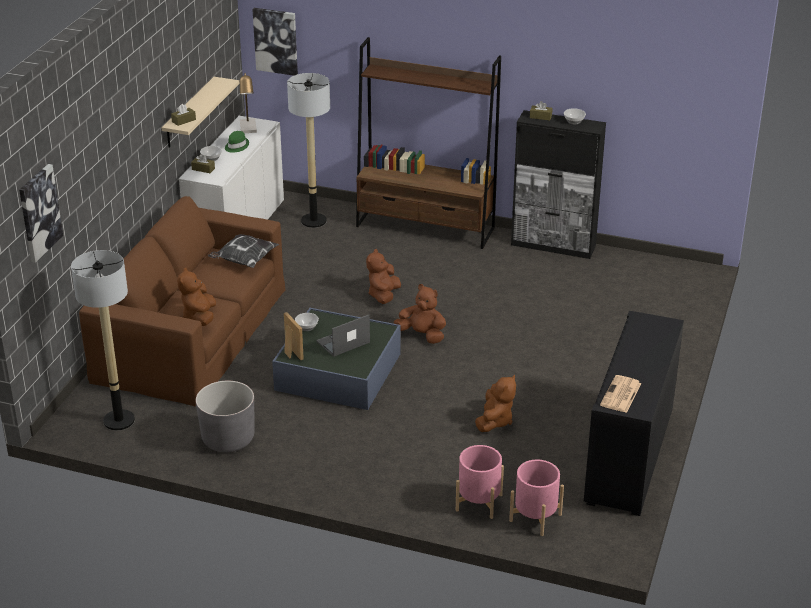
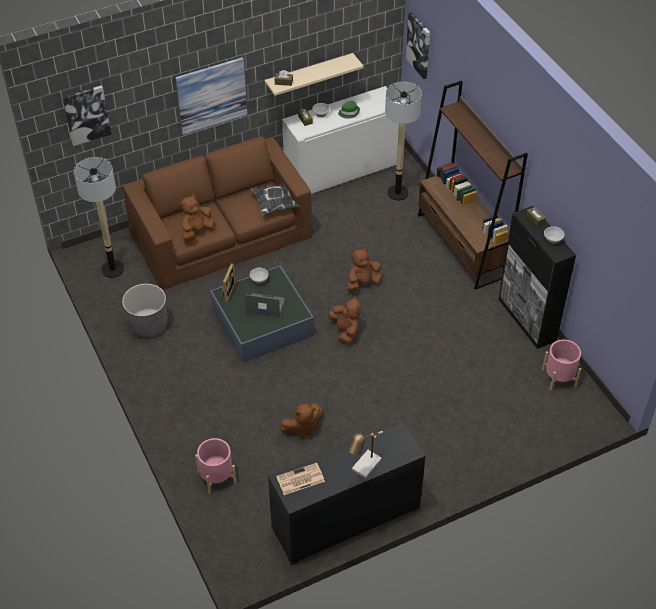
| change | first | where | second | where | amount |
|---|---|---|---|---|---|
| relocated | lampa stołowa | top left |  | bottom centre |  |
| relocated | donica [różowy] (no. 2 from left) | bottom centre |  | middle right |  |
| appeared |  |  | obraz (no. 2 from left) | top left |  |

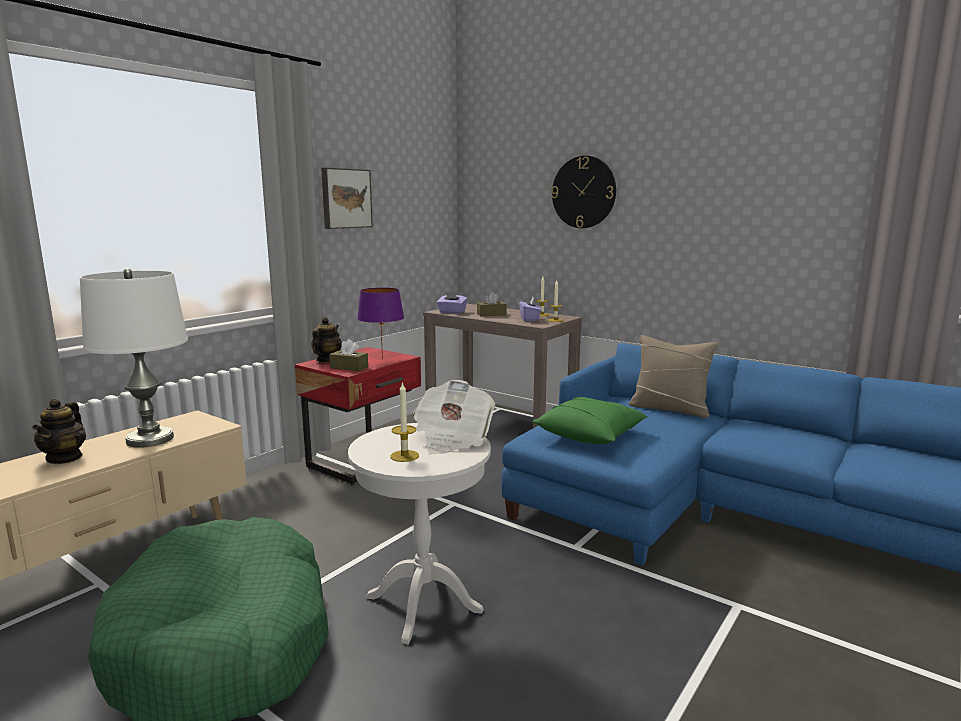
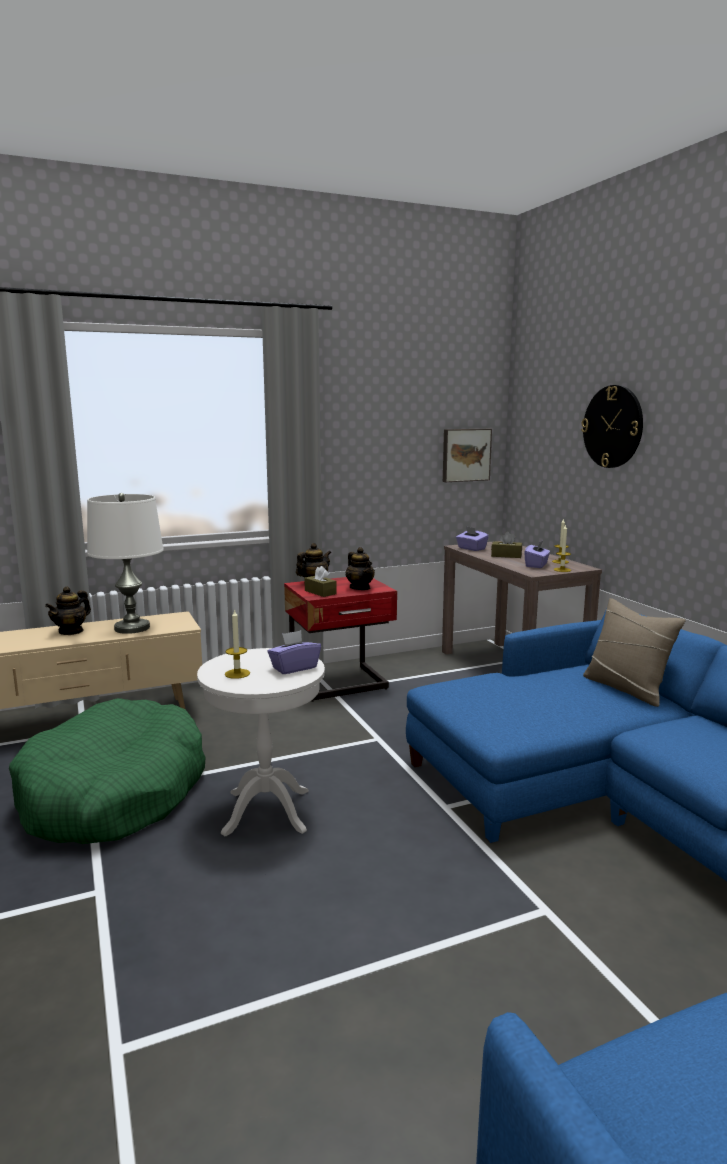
| change | first | where | second | where | amount |
|---|---|---|---|---|---|
| relocated | obraz | top centre |  | centre |  |
| exchanged | lampa stołowa [fioletowy] | centre | imbryk (no. 3 from left) | centre |  |
| exchanged | gazeta | centre | pudełko chusteczek [fioletowy] (no. 1 from left) | centre |  |
| missing | poduszka [zielony] | centre |  |  |  |

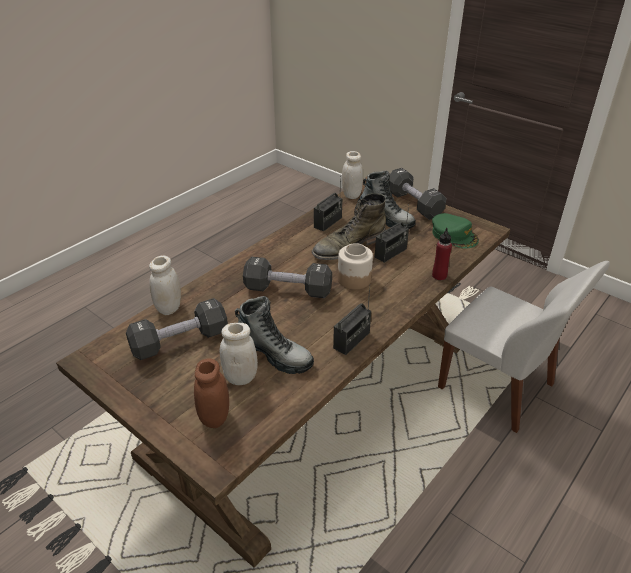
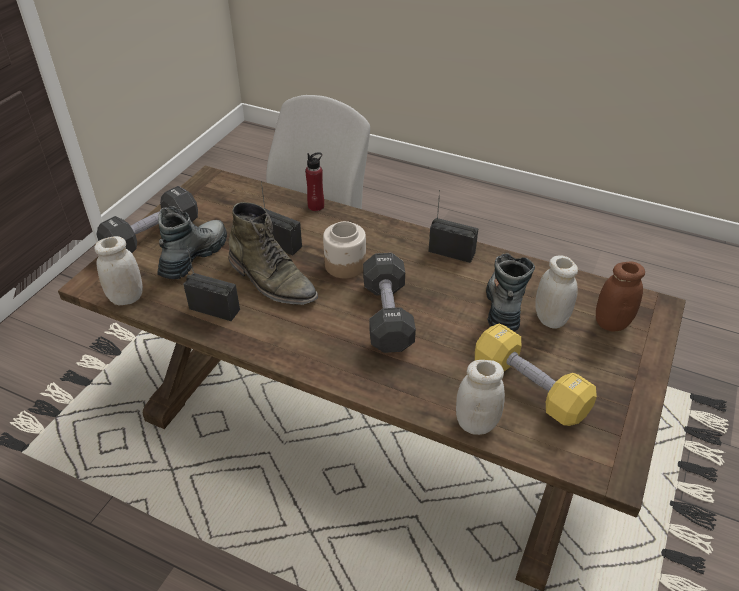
| change | first | where | second | where | amount |
|---|---|---|---|---|---|
| missing | czapka z daszkiem [zielony] | middle right |  |  |  |
| colour | hantel [czarny] (no. 1 from left) | middle left | hantel [żółty] | middle right |  |

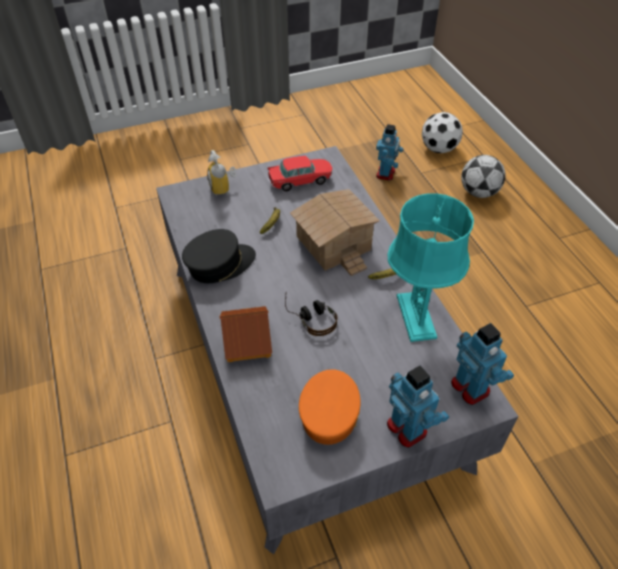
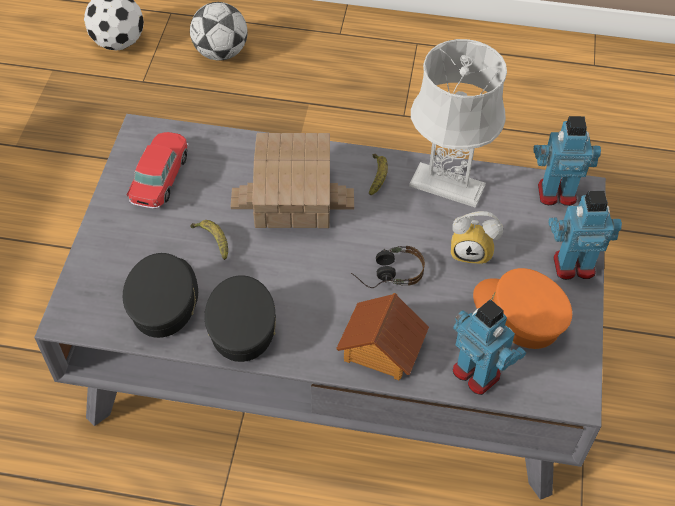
| change | first | where | second | where | amount |
|---|---|---|---|---|---|
| relocated | robot zabawkowy (no. 1 from left) | top centre |  | bottom right |  |
| relocated | budzik | top centre |  | middle right |  |
| colour | lampa stołowa [turkusowy] | middle right | lampa stołowa [szary] | top right |  |
| appeared |  |  | czapka z daszkiem [czarny] (no. 1 from left) | middle left |  |

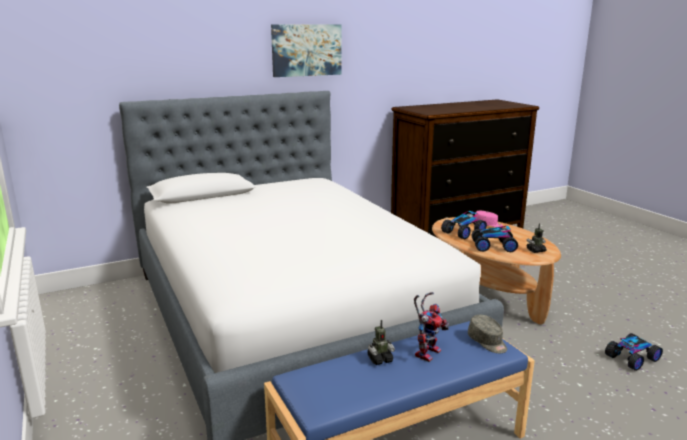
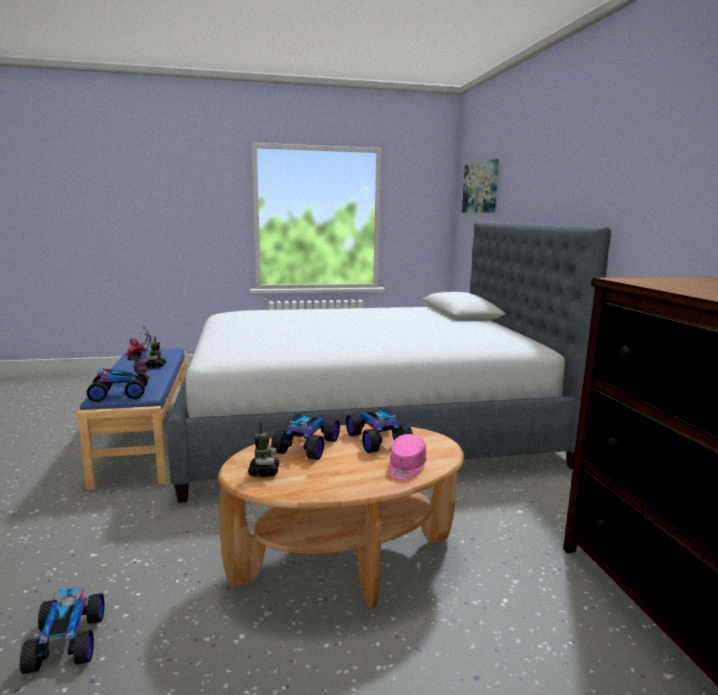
| change | first | where | second | where | amount |
|---|---|---|---|---|---|
| relocated | obraz | top centre |  | top right |  |
| exchanged | czapka z daszkiem [szary] | bottom right | samochodzik (no. 2 from left) | middle left |  |

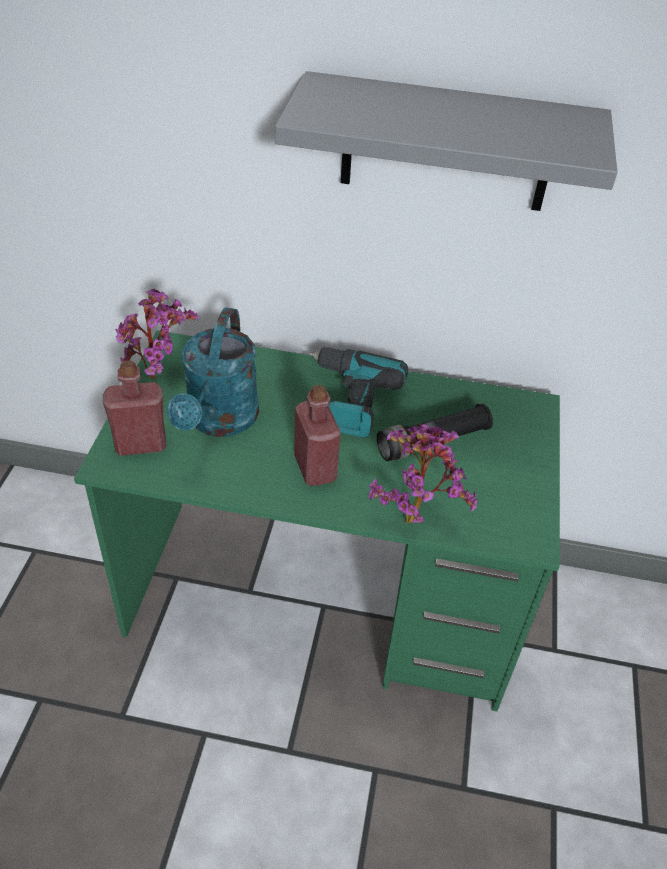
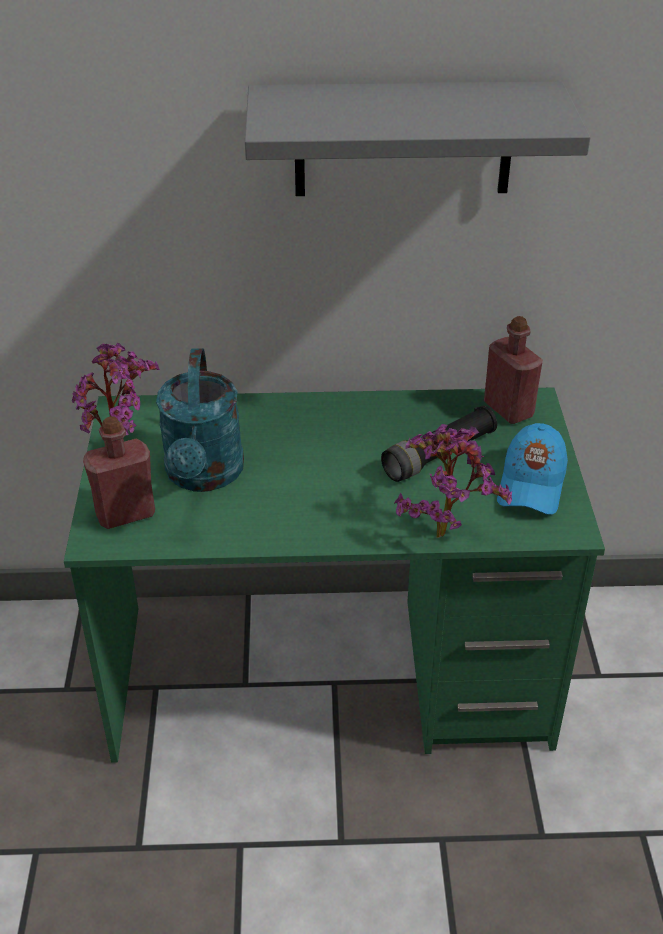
| change | first | where | second | where | amount |
|---|---|---|---|---|---|
| missing | wiertarka | centre |  |  |  |
| relocated | butelka [czerwony] (no. 2 from left) | centre |  | middle right |  |
| appeared |  |  | czapka z daszkiem [niebieski] | middle right |  |

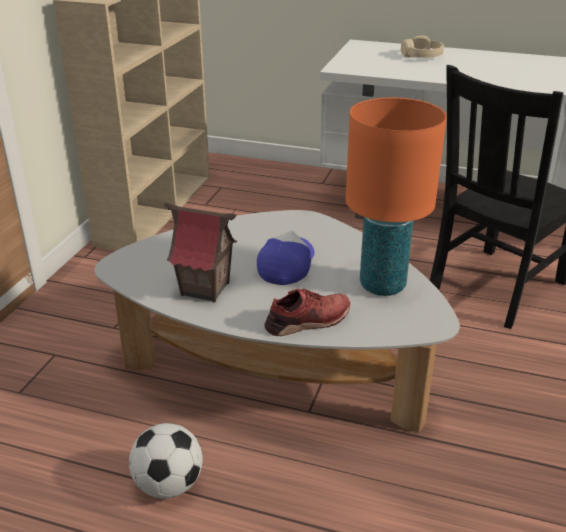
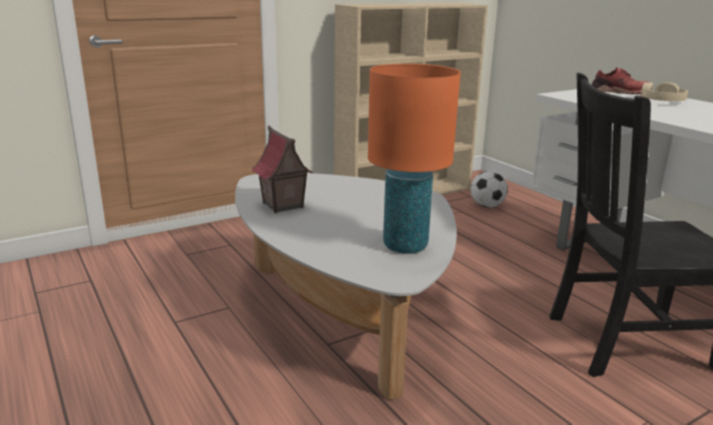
| change | first | where | second | where | amount |
|---|---|---|---|---|---|
| missing | czapka z daszkiem | centre |  |  |  |
| relocated | but [czerwony] | centre |  | top right |  |
| relocated | piłka futbolowa | bottom left |  | middle right |  |

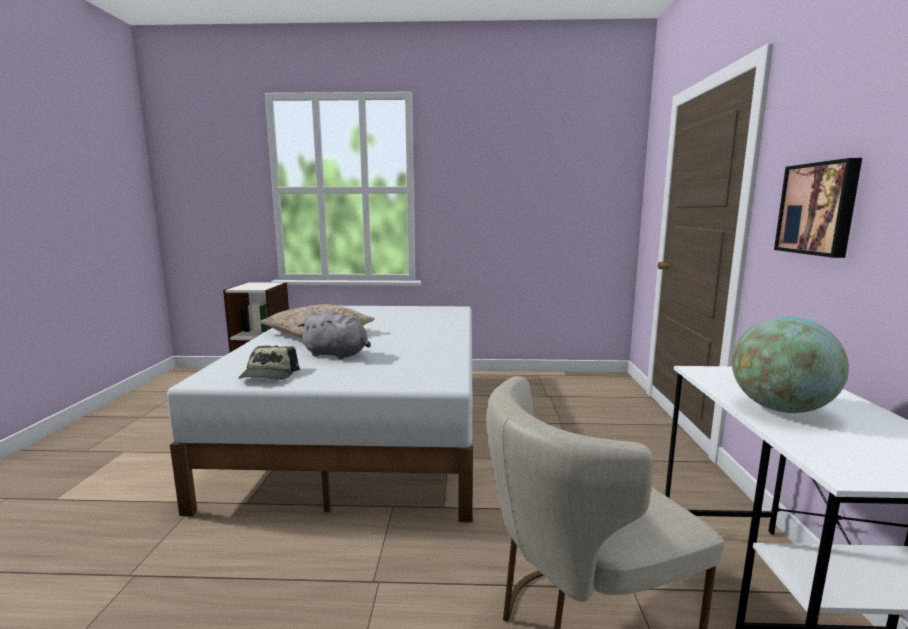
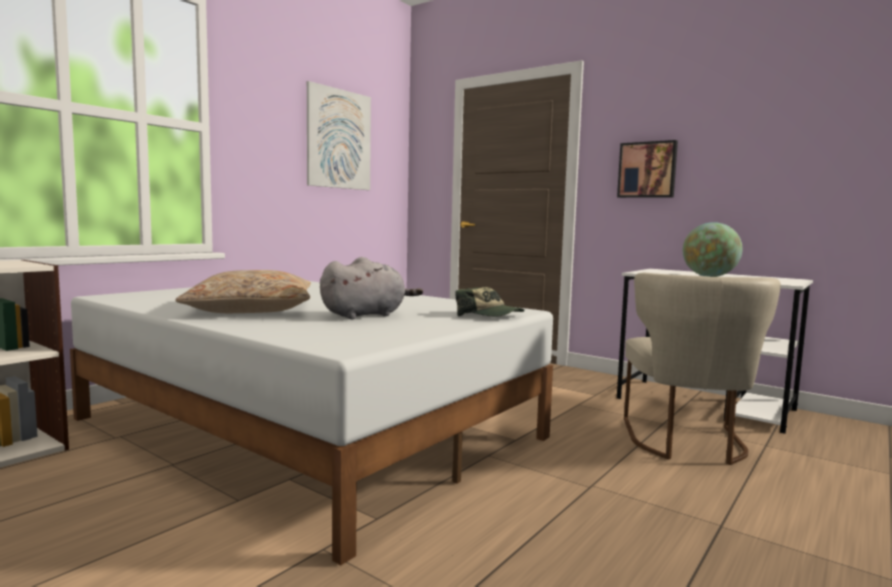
| change | first | where | second | where | amount |
|---|---|---|---|---|---|
| relocated | czapka z daszkiem | middle left |  | centre |  |
| appeared |  |  | obraz (no. 1 from left) | top centre |  |

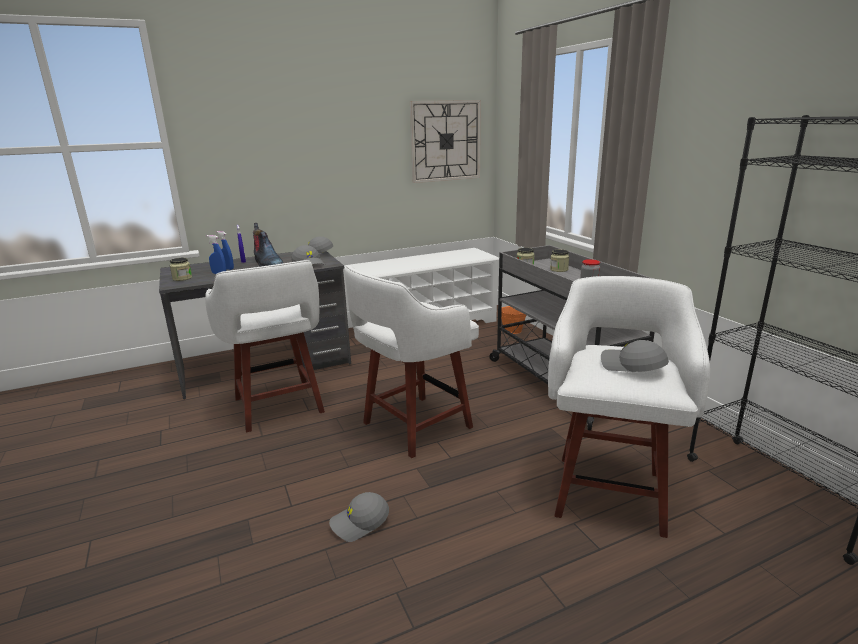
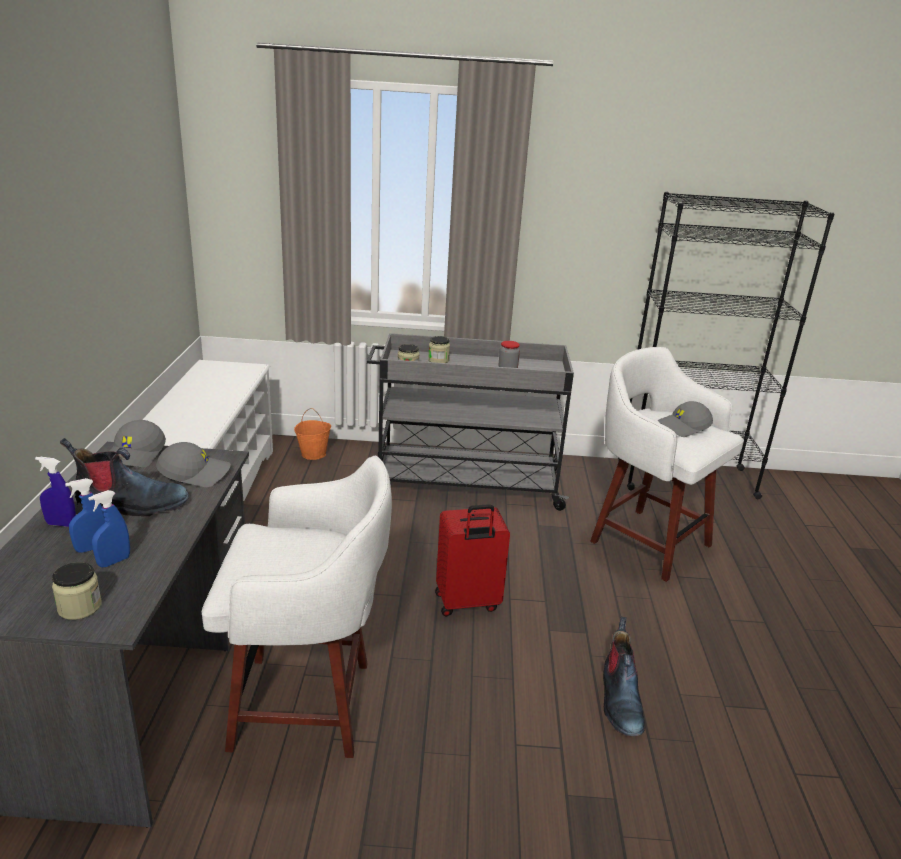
| change | first | where | second | where | amount |
|---|---|---|---|---|---|
| missing | zegar ścienny | top centre |  |  |  |
| exchanged | stołek [biały] (no. 2 from left) | centre | walizka [czerwony] | centre |  |
| exchanged | czapka z daszkiem [szary] (no. 3 from left) | bottom centre | but z cholewką (no. 2 from left) | bottom right |  |

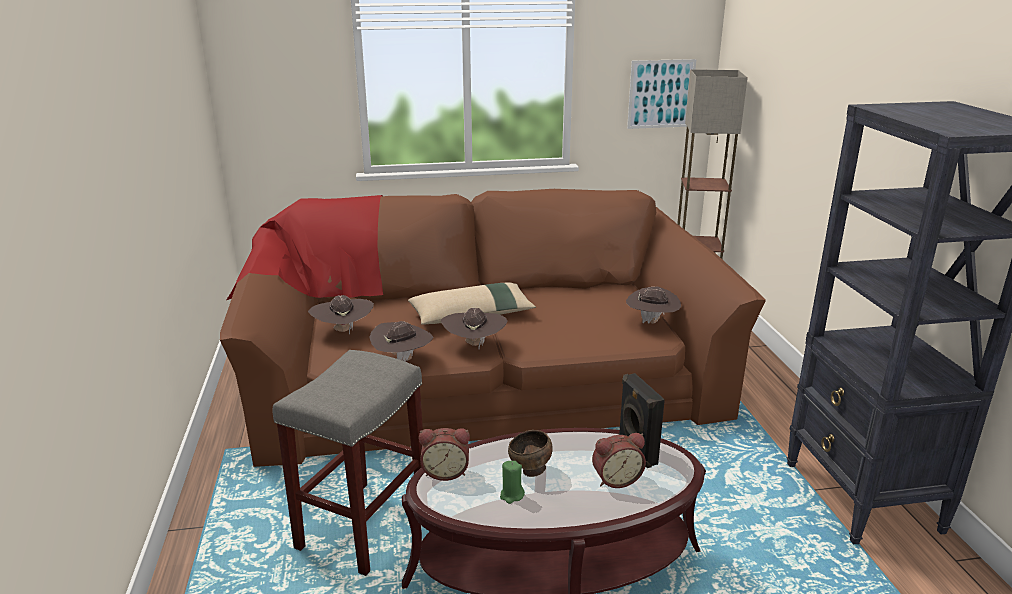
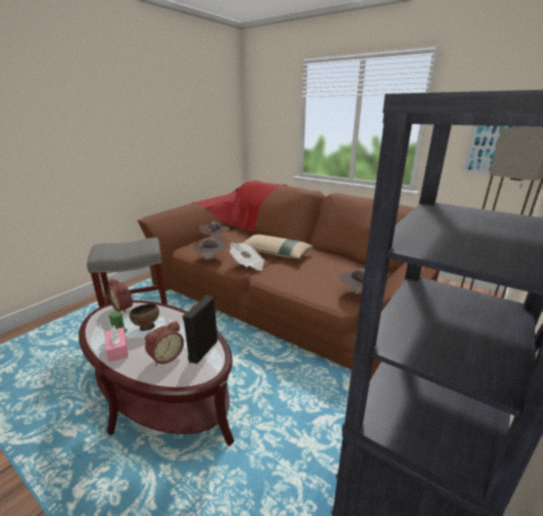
| change | first | where | second | where | amount |
|---|---|---|---|---|---|
| exchanged | kapelusz [brązowy] (no. 3 from left) | centre | gazeta | centre |  |
| spun | budzik (no. 2 from left) | bottom centre |  | middle left | 75 degrees counterclockwise |
| appeared |  |  | pudełko chusteczek [różowy] | middle left |  |

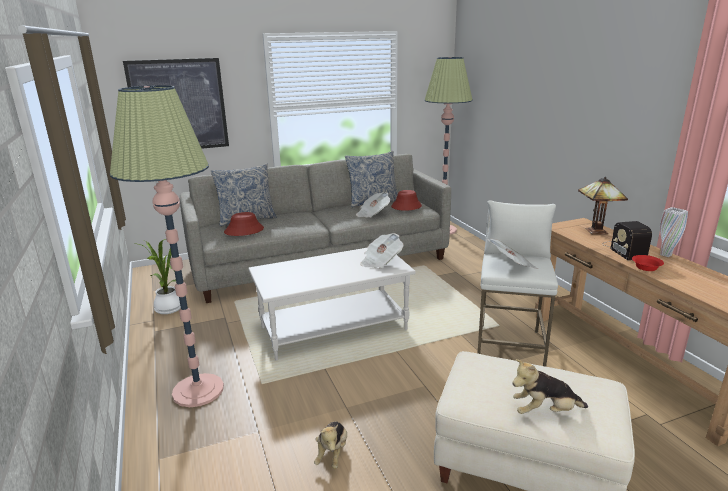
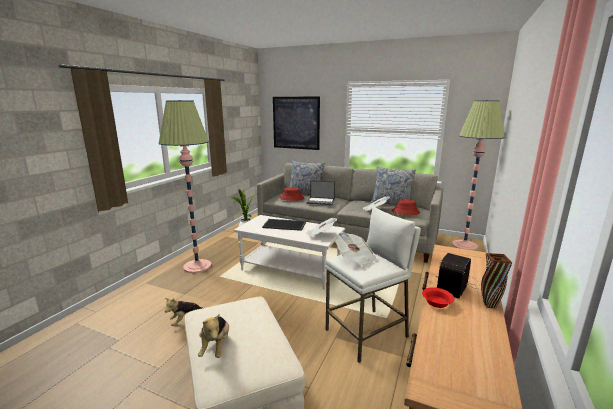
| change | first | where | second | where | amount |
|---|---|---|---|---|---|
| missing | lampa stołowa | middle right |  |  |  |
| colour | wazon [biały] | middle right | wazon [brązowy] | bottom right |  |
| spun | pluszak (no. 2 from left) | bottom right |  | bottom centre | 135 degrees counterclockwise |
| appeared |  |  | laptop | centre |  |
| appeared |  |  | taca | centre |  |

